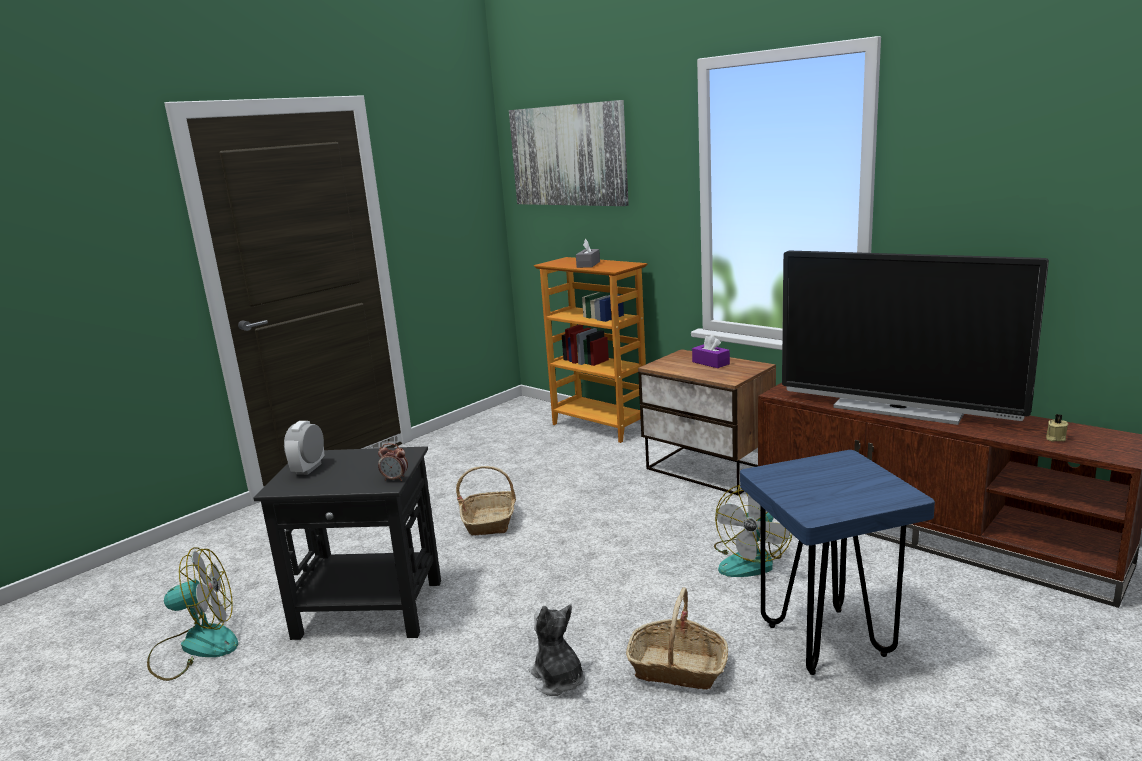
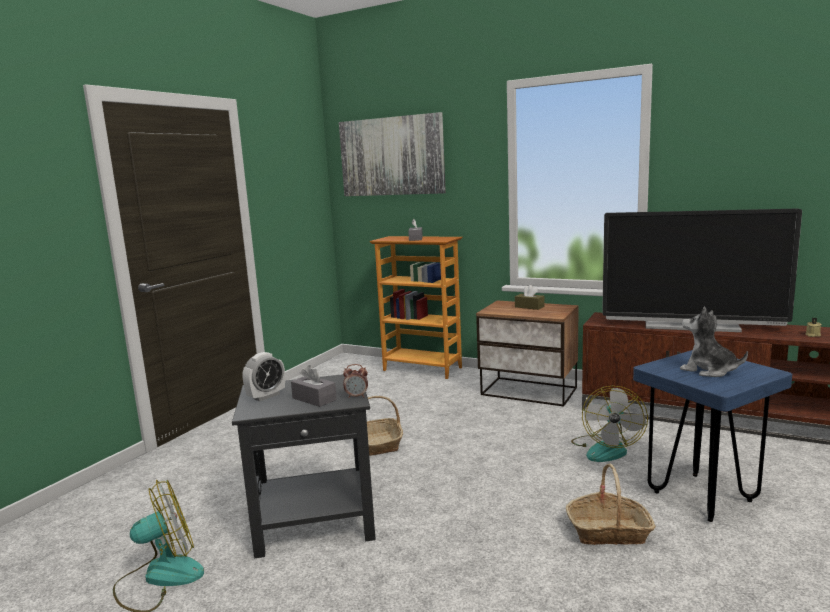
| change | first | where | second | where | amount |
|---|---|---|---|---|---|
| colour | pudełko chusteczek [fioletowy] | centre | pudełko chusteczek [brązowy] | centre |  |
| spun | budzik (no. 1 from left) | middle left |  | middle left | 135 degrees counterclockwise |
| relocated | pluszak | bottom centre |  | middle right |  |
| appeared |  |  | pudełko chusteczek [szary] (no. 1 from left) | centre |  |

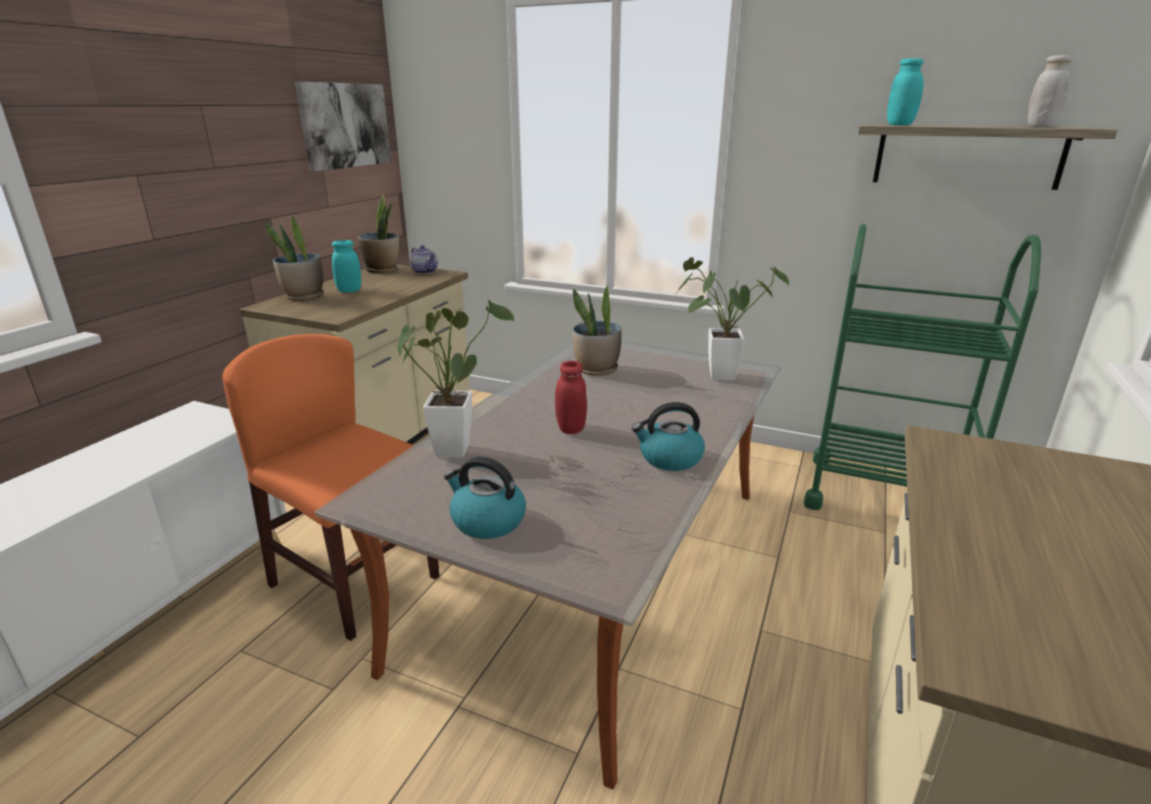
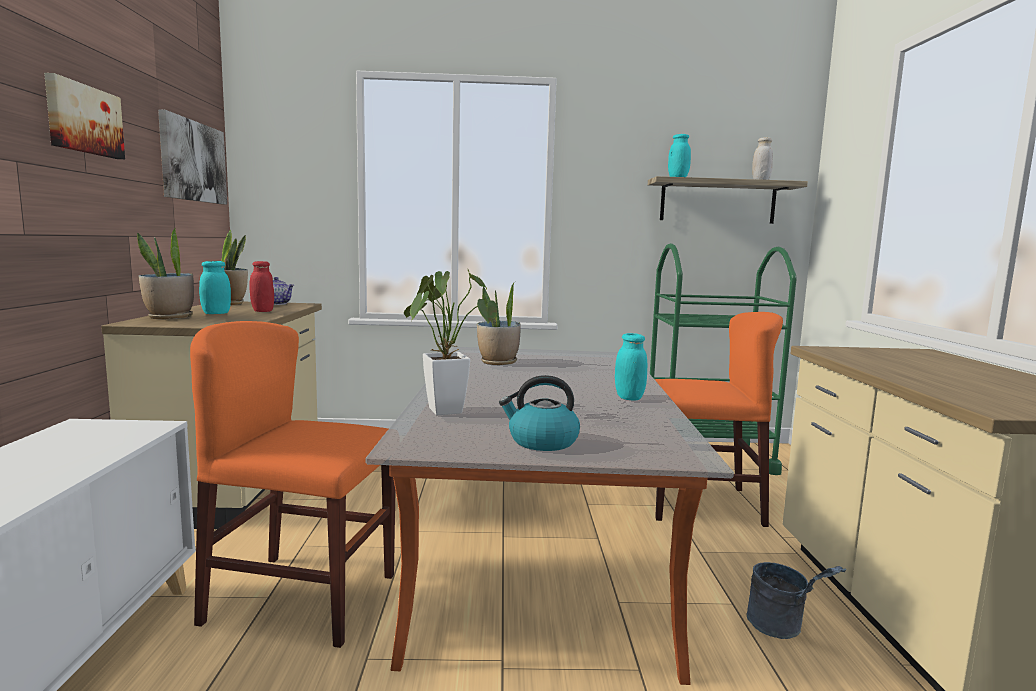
| change | first | where | second | where | amount |
|---|---|---|---|---|---|
| missing | roślina doniczkowa (no. 5 from left) | centre |  |  |  |
| relocated | słoik [czerwony] | centre |  | middle left |  |
| exchanged | czajnik (no. 2 from left) | centre | słoik [turkusowy] (no. 2 from left) | centre |  |
| appeared |  |  | obraz (no. 1 from left) | top left |  |
| appeared |  |  | krzesło [pomarańczowy] (no. 2 from left) | middle right |  |
| appeared |  |  | wiadro [szary] | bottom right |  |

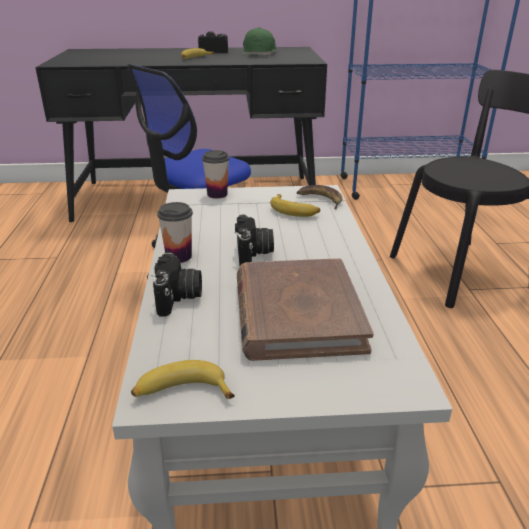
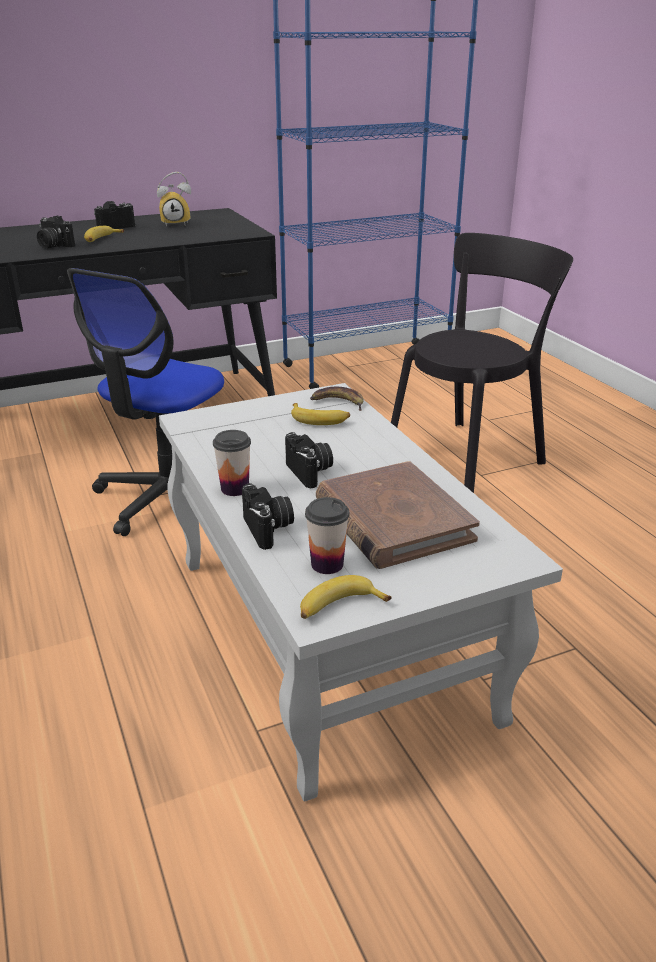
| change | first | where | second | where | amount |
|---|---|---|---|---|---|
| exchanged | czapka z daszkiem [zielony] | top centre | budzik | top left |  |
| relocated | filiżanka (no. 2 from left) | top centre |  | centre |  |
| appeared |  |  | aparat fotograficzny (no. 1 from left) | top left |  |

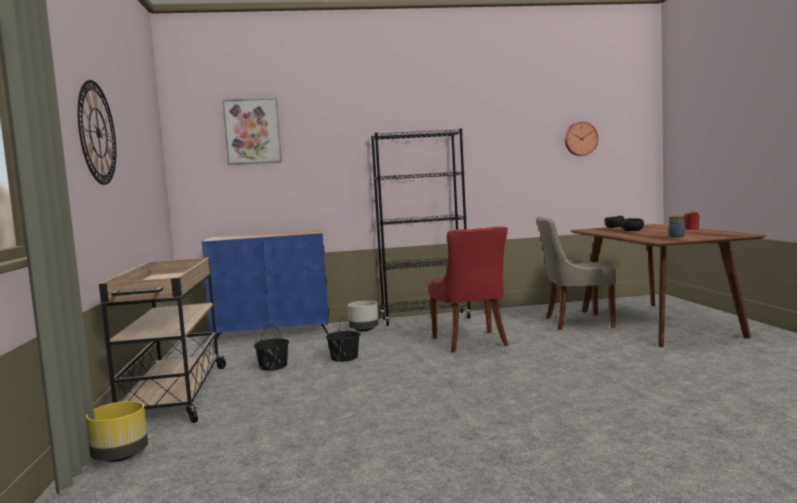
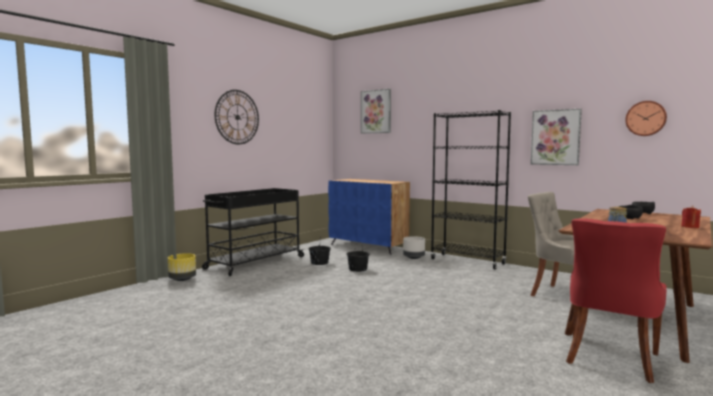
| change | first | where | second | where | amount |
|---|---|---|---|---|---|
| relocated | krzesło [czerwony] | centre |  | bottom right |  |
| colour | wózek [beżowy] | bottom left | wózek [czarny] | centre |  |
| appeared |  |  | obraz (no. 2 from left) | middle right |  |

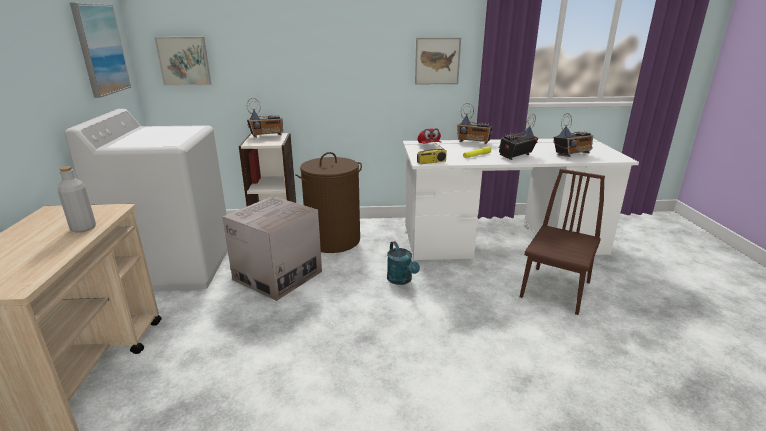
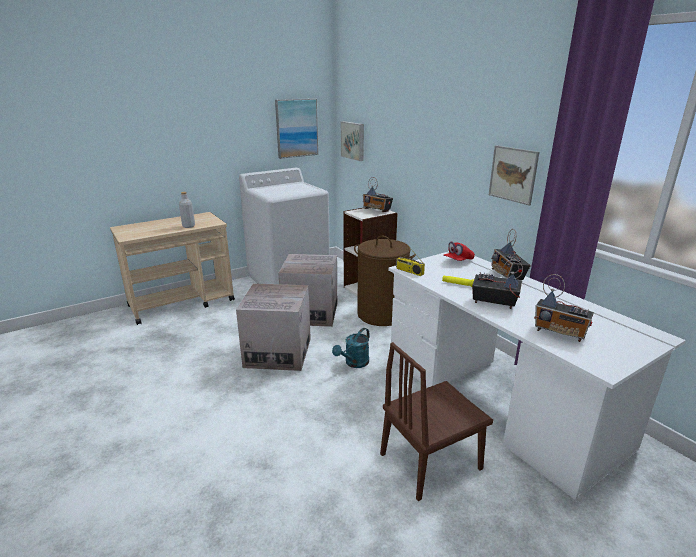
| change | first | where | second | where | amount |
|---|---|---|---|---|---|
| spun | krzesło [brązowy] | middle right |  | bottom centre | 150 degrees clockwise |
| appeared |  |  | karton (no. 1 from left) | centre |  |

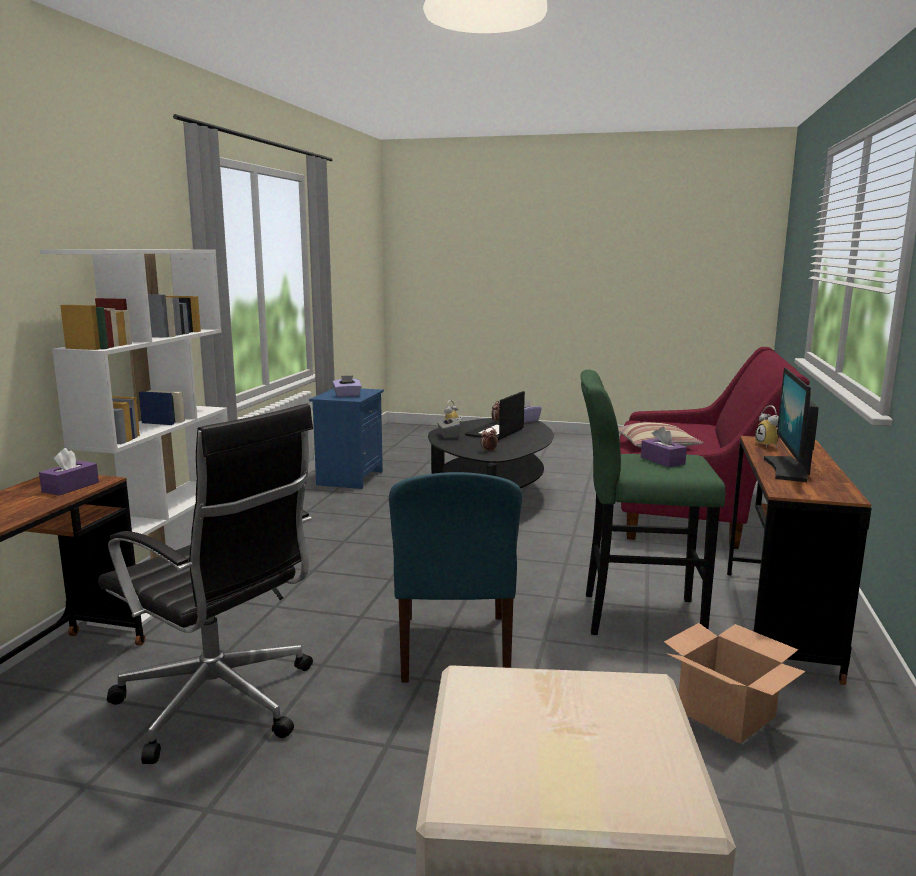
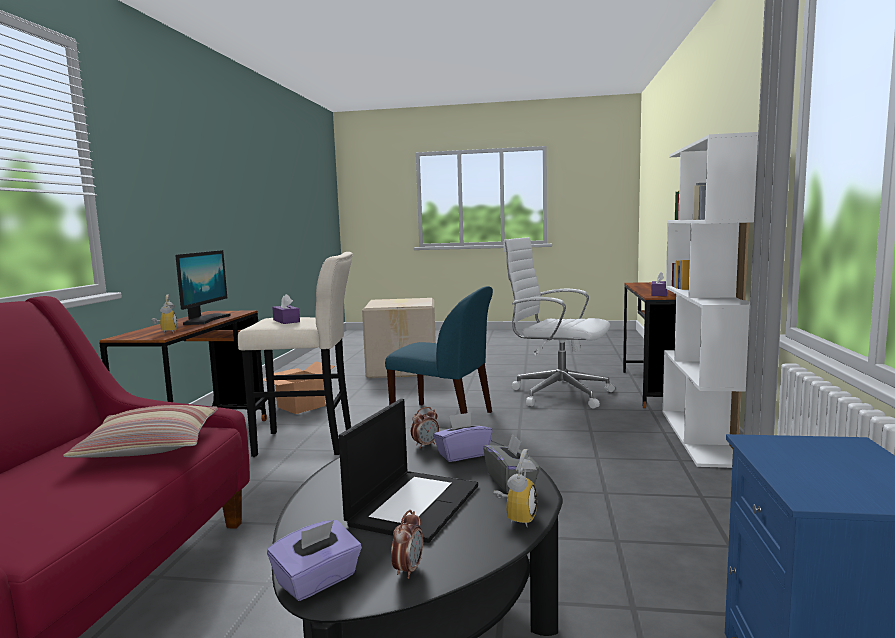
| change | first | where | second | where | amount |
|---|---|---|---|---|---|
| colour | stołek [zielony] | middle right | stołek [beżowy] | middle left |  |
| relocated | pudełko chusteczek [fioletowy] (no. 2 from left in the first image) | centre | pudełko chusteczek [fioletowy] (no. 3 from left) | bottom centre |  |
| colour | krzesło biurowe [czarny] | bottom left | krzesło biurowe [biały] | centre |  |
| spun | krzesło [niebieski] | centre |  | centre | 120 degrees clockwise |

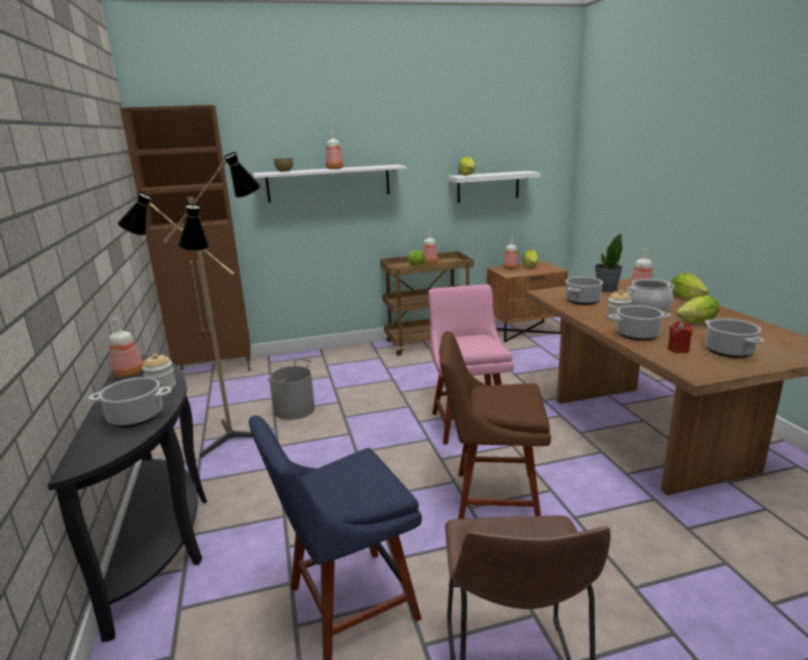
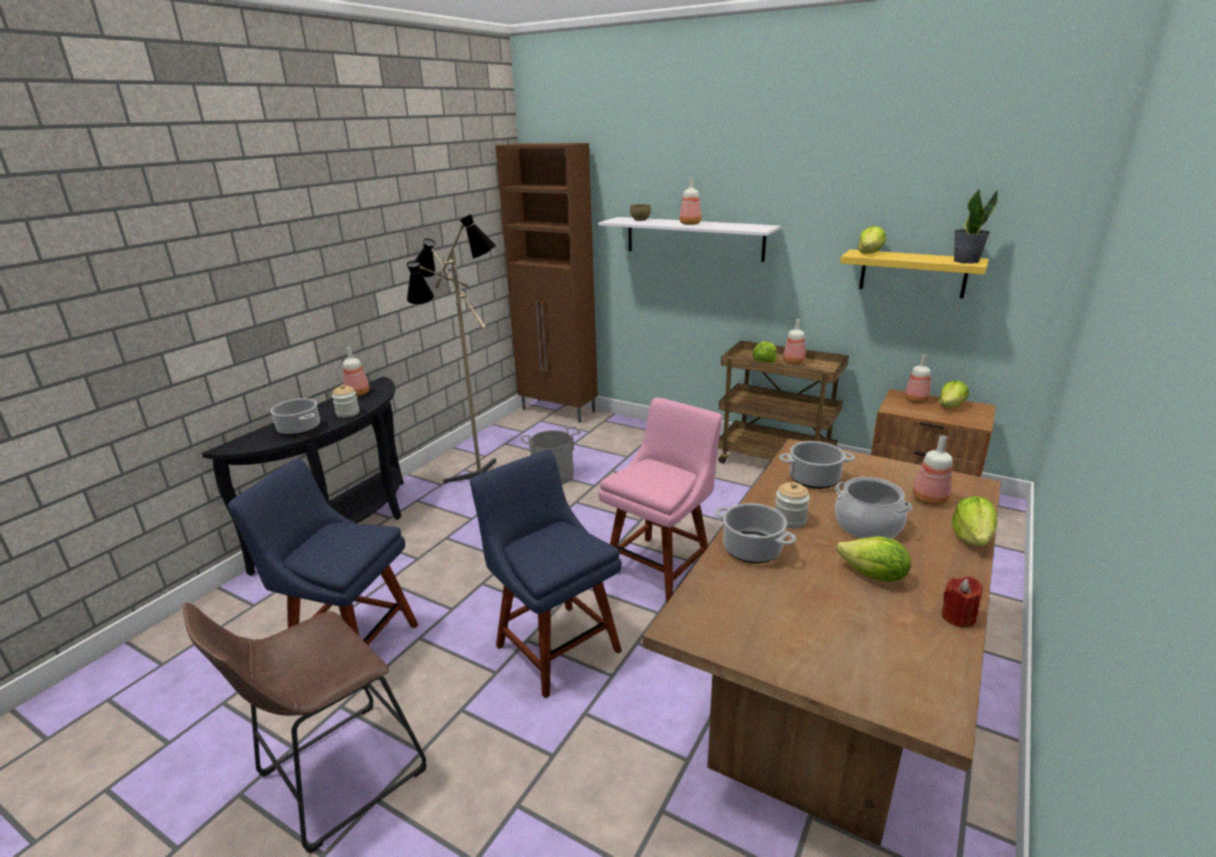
| change | first | where | second | where | amount |
|---|---|---|---|---|---|
| colour | półka [biały] (no. 2 from left) | top centre | półka [żółty] | top right |  |
| relocated | roślina doniczkowa | middle right |  | top right |  |
| missing | garnek (no. 5 from left) | middle right |  |  |  |
| relocated | świeca [czerwony] | middle right |  | bottom right |  |
| colour | krzesło [brązowy] | centre | krzesło [niebieski] (no. 2 from left) | bottom centre |  |

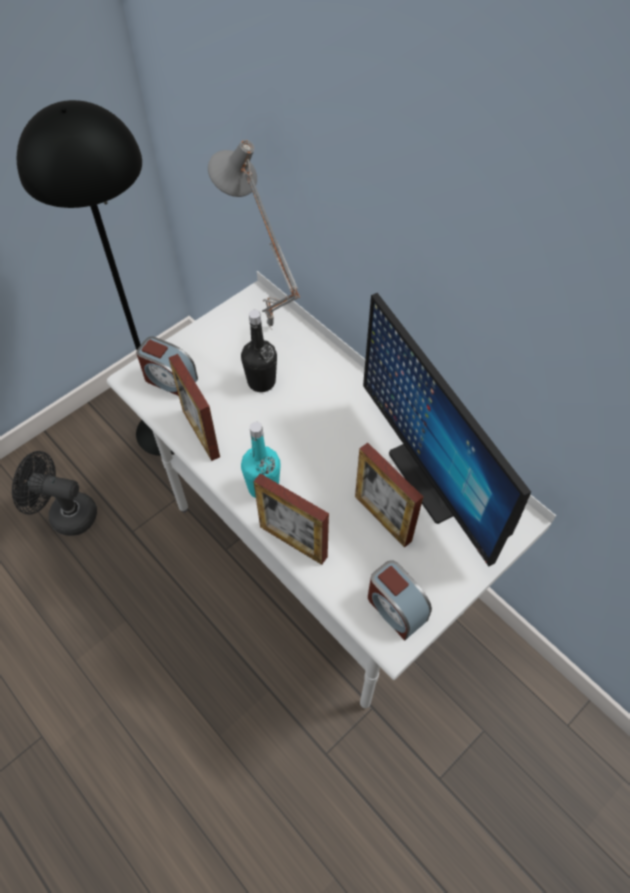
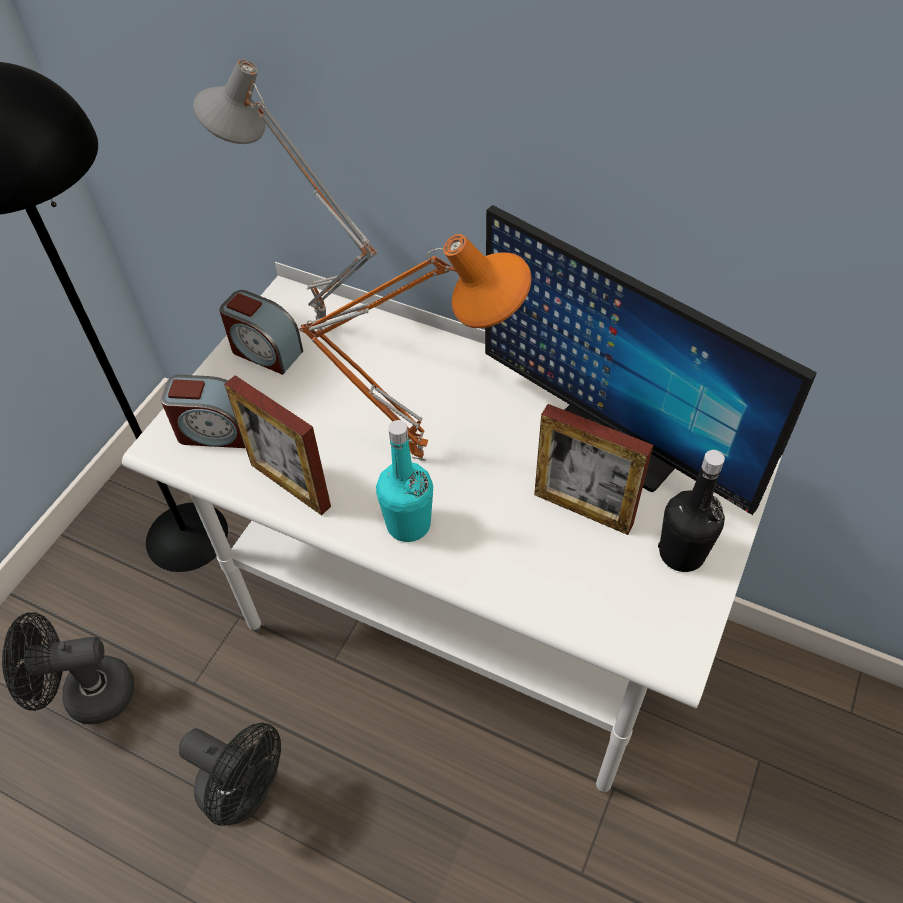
| change | first | where | second | where | amount |
|---|---|---|---|---|---|
| relocated | butelka [czarny] | centre |  | middle right |  |
| missing | ramka na zdjęcie (no. 2 from left) | centre |  |  |  |
| relocated | budzik (no. 2 from left) | bottom centre |  | middle left |  |
| appeared |  |  | lampa stołowa [pomarańczowy] | centre |  |
| appeared |  |  | wentylator [czarny] (no. 2 from left) | bottom left |  |

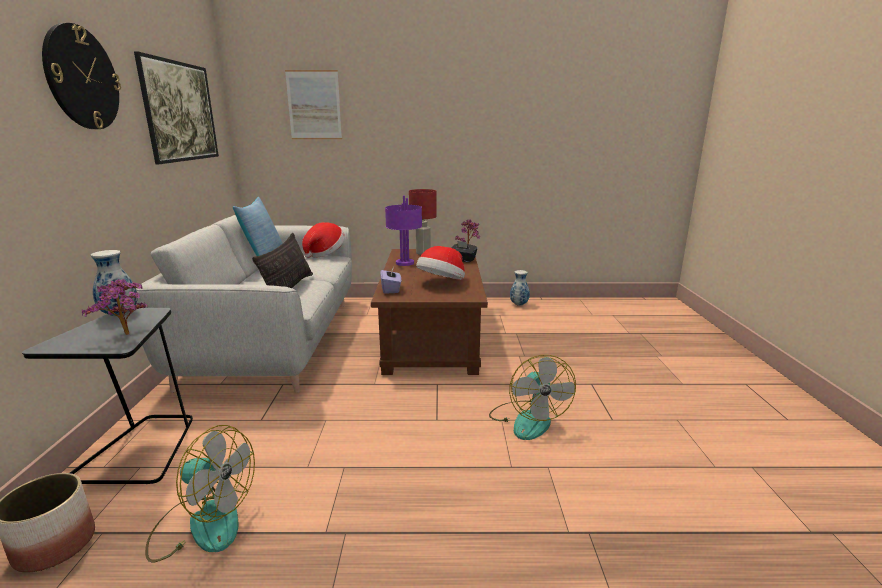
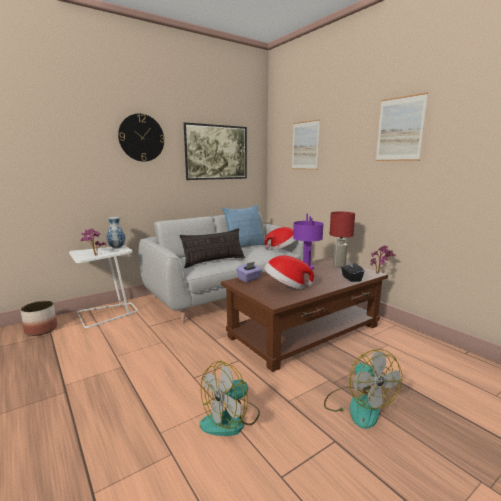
| change | first | where | second | where | amount |
|---|---|---|---|---|---|
| missing | wazon (no. 2 from left) | centre |  |  |  |
| colour | stolik [czarny] | bottom left | stolik [biały] | middle left |  |
| relocated | wentylator (no. 1 from left in the first image) | bottom left | wentylator (no. 2 from left) | bottom right |  |
| appeared |  |  | obraz (no. 3 from left) | top right |  |

